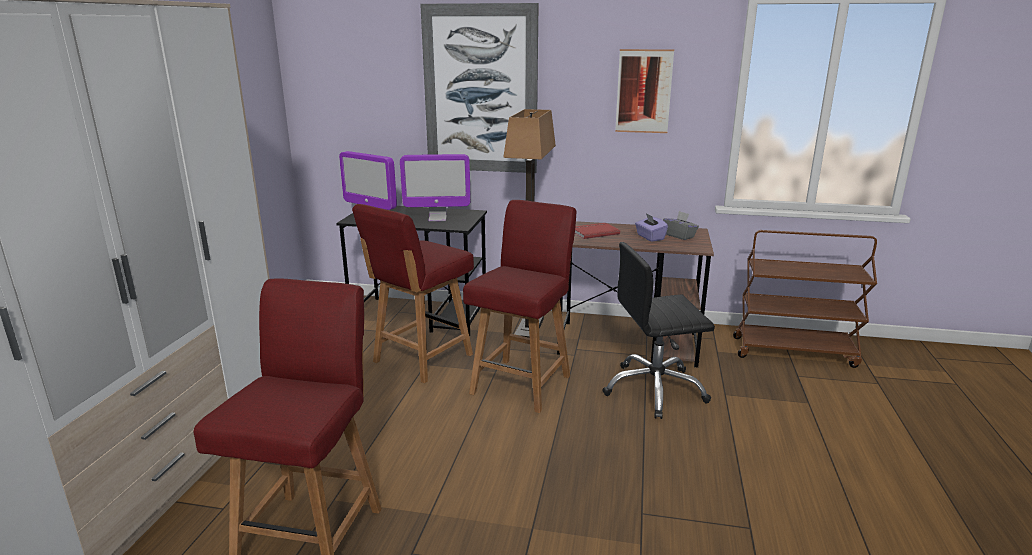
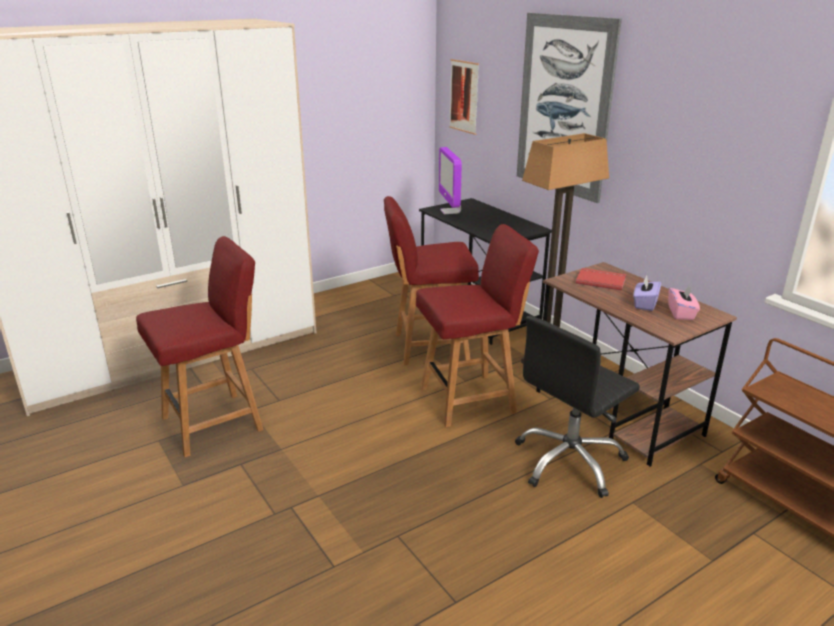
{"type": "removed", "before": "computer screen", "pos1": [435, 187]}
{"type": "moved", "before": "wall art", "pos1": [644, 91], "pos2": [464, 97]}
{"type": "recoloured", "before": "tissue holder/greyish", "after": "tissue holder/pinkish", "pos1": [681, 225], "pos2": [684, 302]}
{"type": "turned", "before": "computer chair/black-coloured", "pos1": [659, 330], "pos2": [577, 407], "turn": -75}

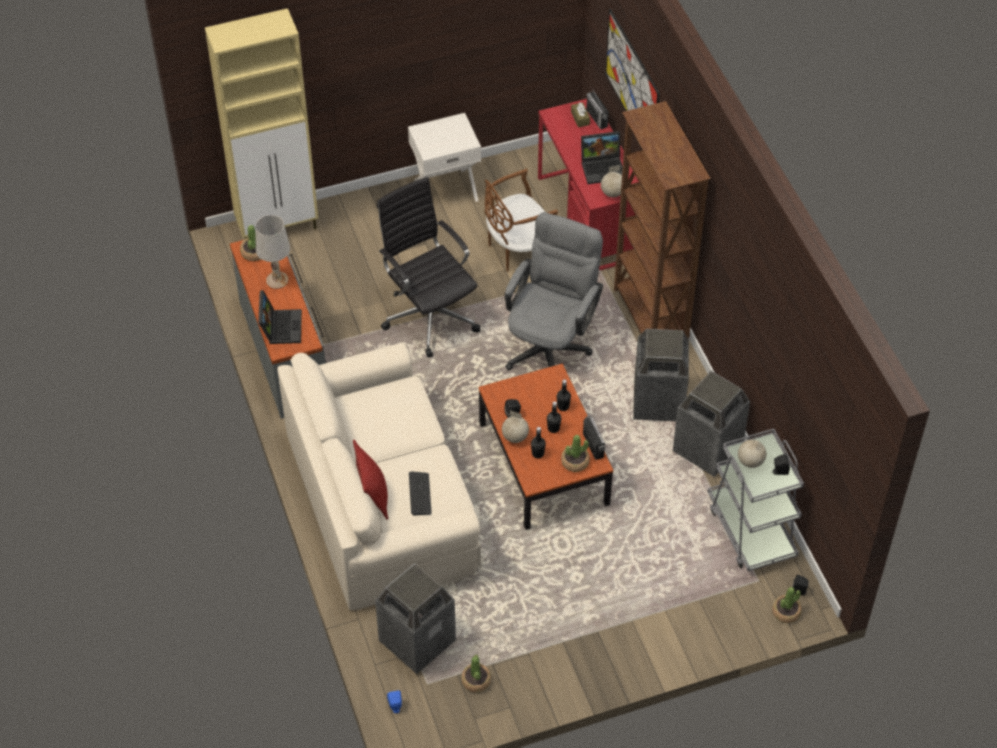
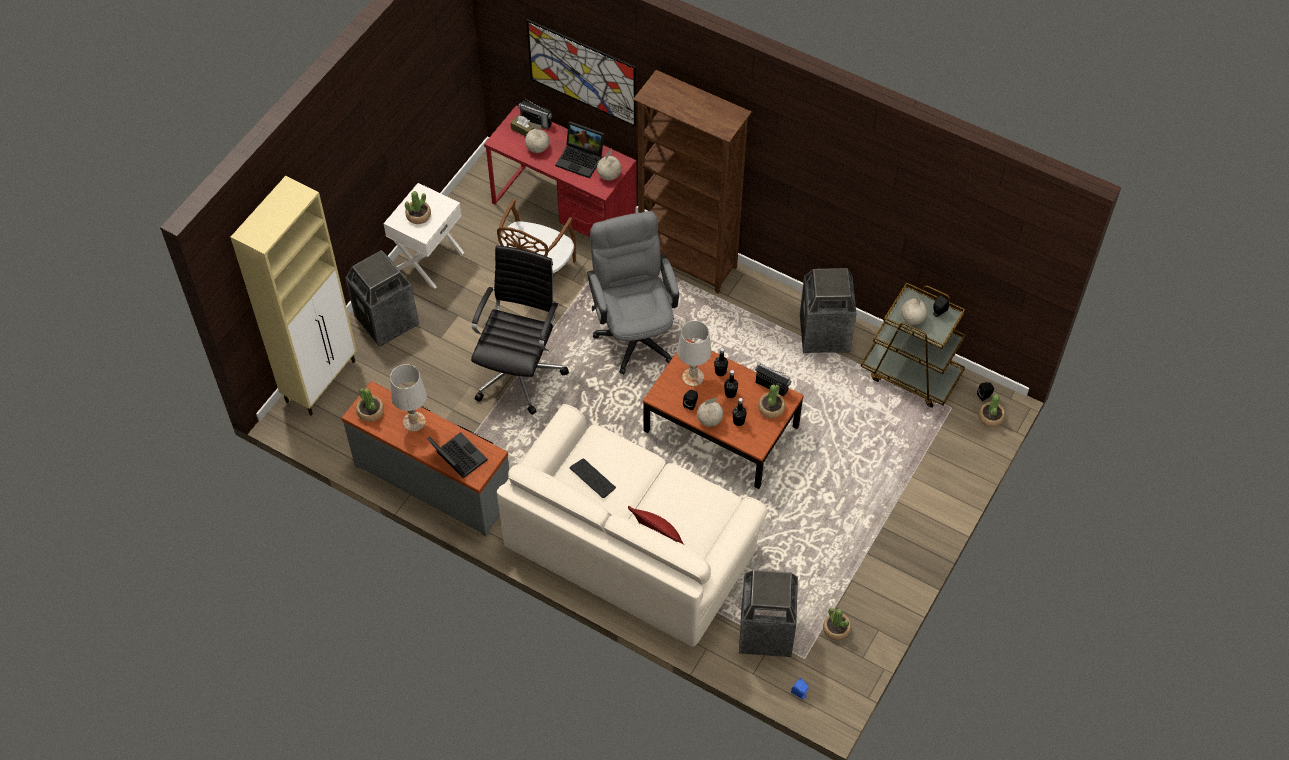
{"type": "added", "after": "houseplant", "pos2": [418, 207]}
{"type": "added", "after": "globe", "pos2": [537, 138]}
{"type": "added", "after": "lamp for a table/whitish", "pos2": [694, 354]}
{"type": "moved", "before": "PC keyboard", "pos1": [420, 493], "pos2": [593, 478]}
{"type": "moved", "before": "trash can", "pos1": [661, 375], "pos2": [382, 298]}
{"type": "recoloured", "before": "wheeled cart/greyish", "after": "wheeled cart/brownish", "pos1": [756, 500], "pos2": [912, 345]}
{"type": "turned", "before": "computer chair/black-coloured", "pos1": [428, 267], "pos2": [520, 330], "turn": 90}
{"type": "turned", "before": "laptop", "pos1": [602, 157], "pos2": [579, 149], "turn": 75}

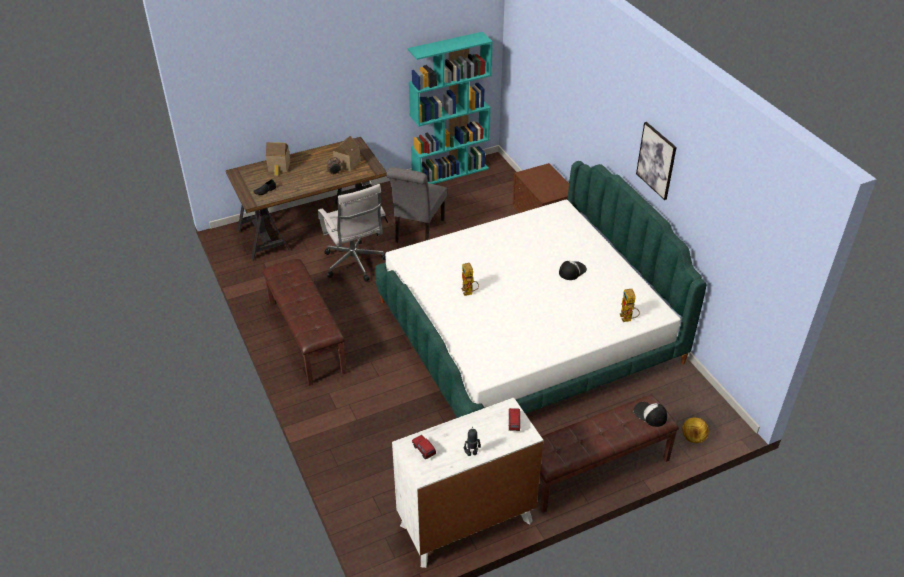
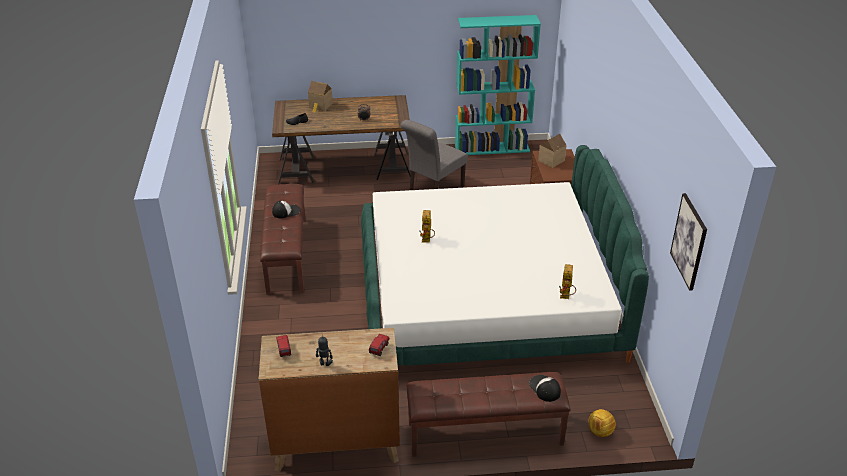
{"type": "removed", "before": "computer chair/whitish", "pos1": [352, 232]}
{"type": "moved", "before": "miniature house", "pos1": [346, 153], "pos2": [552, 151]}
{"type": "moved", "before": "peaked cap", "pos1": [573, 270], "pos2": [286, 209]}
{"type": "moved", "before": "wall art", "pos1": [656, 161], "pos2": [688, 242]}
{"type": "recoloured", "before": "drawer chest/whitish", "after": "drawer chest/brownish", "pos1": [467, 483], "pos2": [329, 400]}

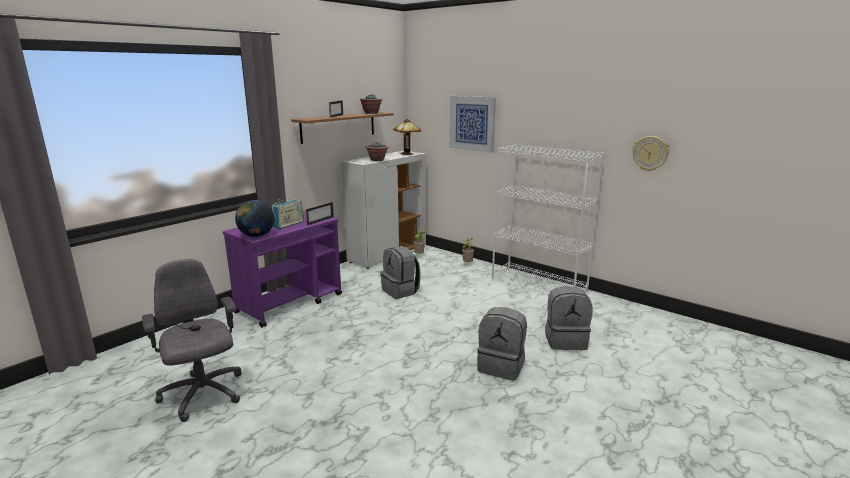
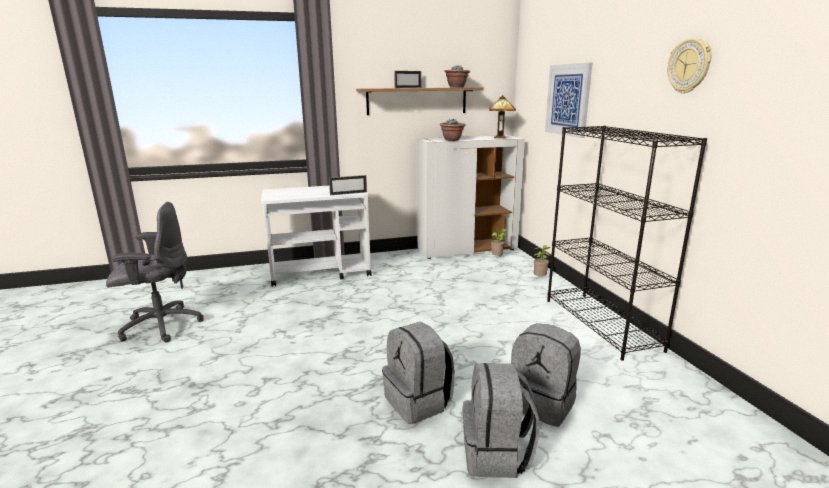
{"type": "removed", "before": "globe", "pos1": [255, 218]}
{"type": "removed", "before": "radio set", "pos1": [288, 214]}
{"type": "moved", "before": "backpack/greyish", "pos1": [400, 272], "pos2": [500, 420]}
{"type": "moved", "before": "clock on the wall", "pos1": [651, 153], "pos2": [690, 66]}
{"type": "recoloured", "before": "wheeled cart/purplish", "after": "wheeled cart/whitish", "pos1": [282, 269], "pos2": [316, 236]}
{"type": "recoloured", "before": "shelving unit/whitish", "after": "shelving unit/black-coloured", "pos1": [548, 218], "pos2": [627, 243]}
{"type": "turned", "before": "computer chair/greyish", "pos1": [192, 340], "pos2": [155, 272], "turn": 75}

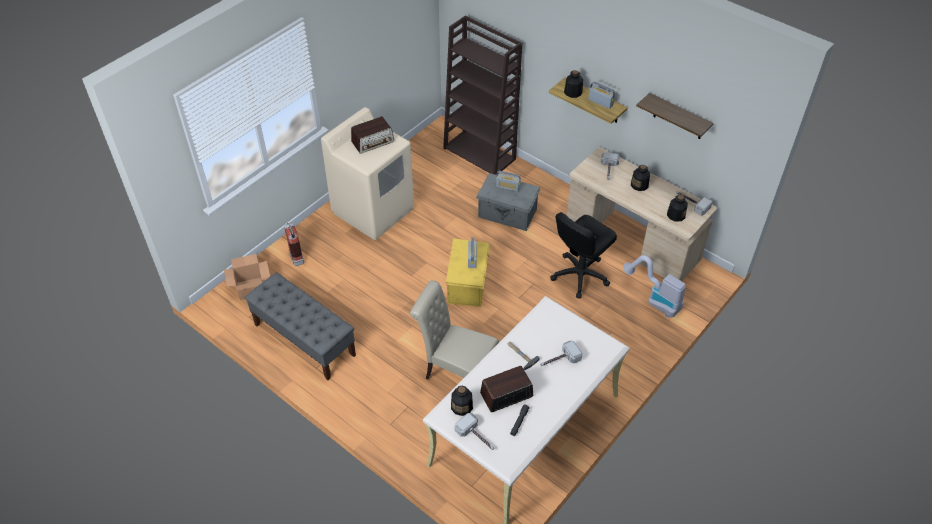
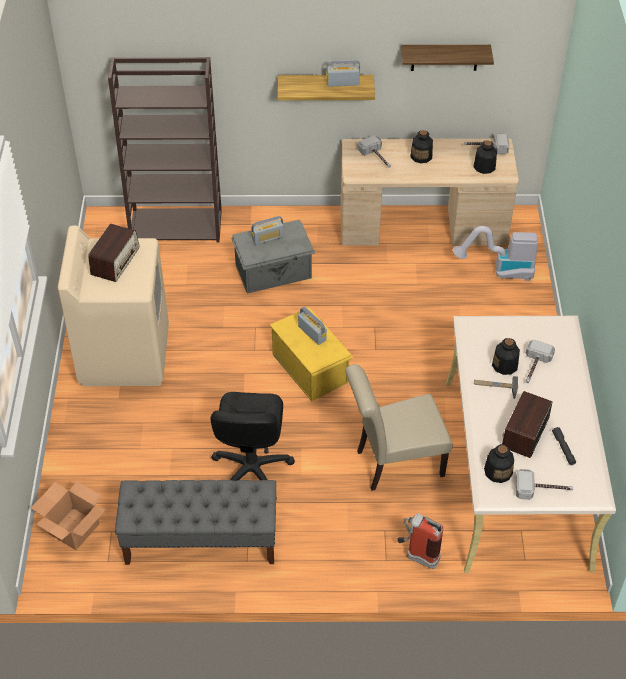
{"type": "moved", "before": "extinguisher", "pos1": [294, 244], "pos2": [420, 541]}
{"type": "moved", "before": "computer chair/black-coloured", "pos1": [583, 255], "pos2": [252, 445]}
{"type": "moved", "before": "beverage bottle", "pos1": [573, 84], "pos2": [506, 356]}

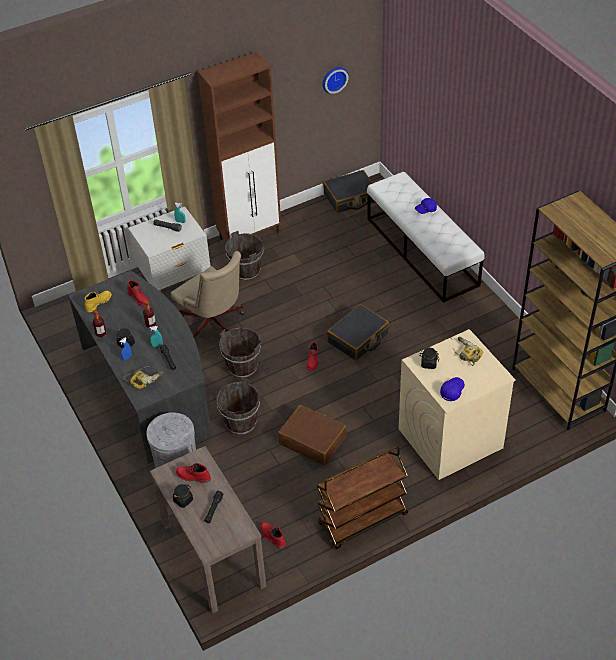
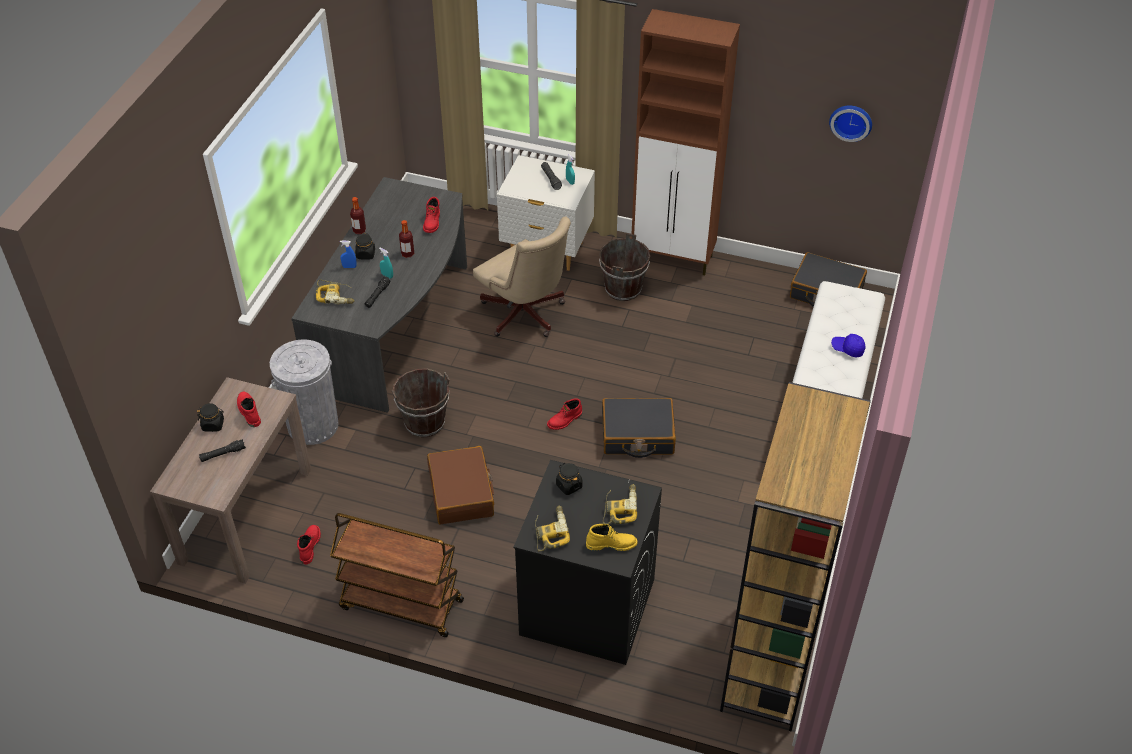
{"type": "removed", "before": "water bucket/brownish", "pos1": [240, 352]}
{"type": "moved", "before": "high-top boot/yellow-coloured", "pos1": [98, 301], "pos2": [612, 537]}
{"type": "replaced", "before": "peaked cap/bluish", "after": "electric drill", "pos1": [452, 389], "pos2": [552, 528]}
{"type": "recoloured", "before": "laundry appliance/beige-coloured", "after": "laundry appliance/black-coloured", "pos1": [457, 404], "pos2": [588, 562]}
{"type": "turned", "before": "computer chair/beige-coloured", "pos1": [207, 295], "pos2": [522, 276], "turn": -45}

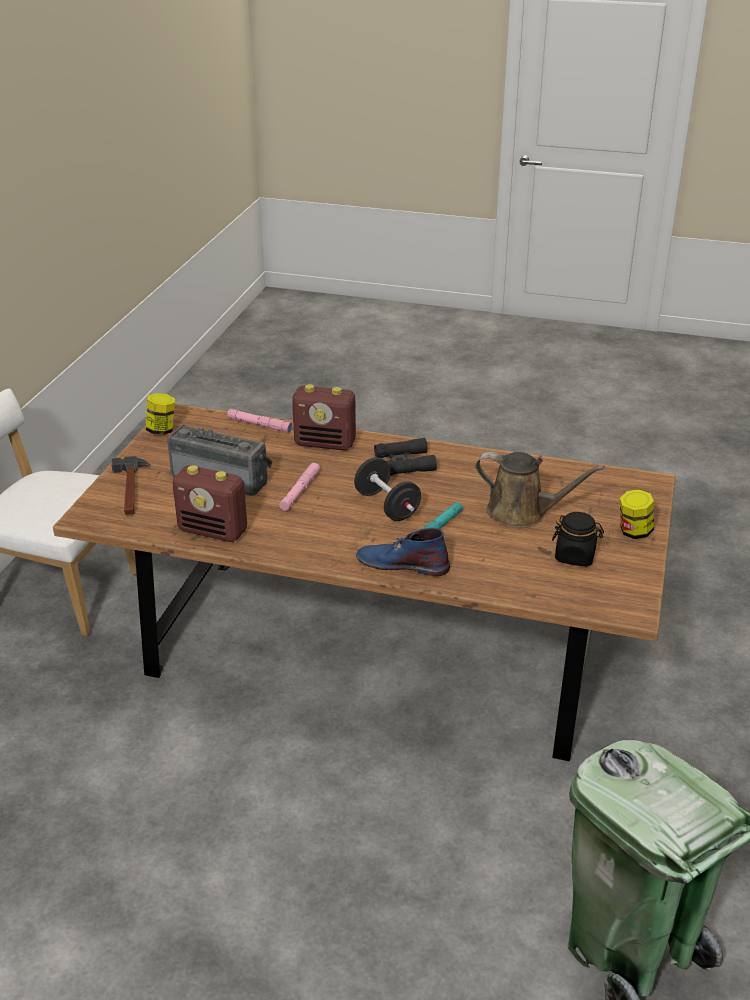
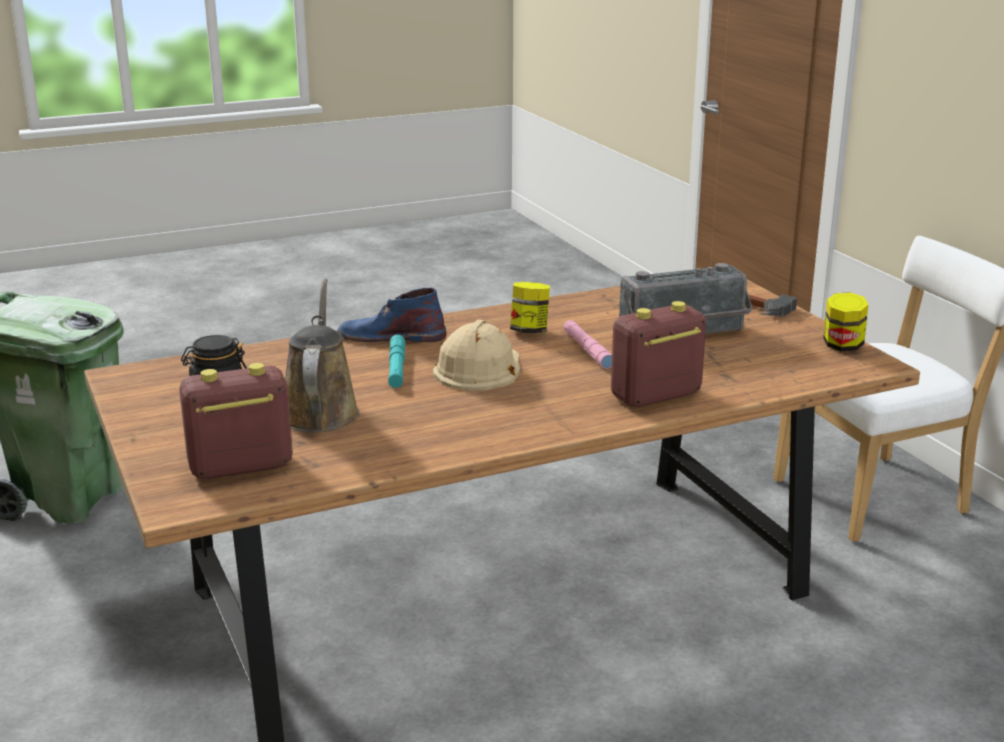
{"type": "removed", "before": "flashlight/pinkish", "pos1": [260, 421]}
{"type": "removed", "before": "pair of binoculars/black-coloured", "pos1": [405, 457]}
{"type": "moved", "before": "radio set", "pos1": [209, 503], "pos2": [236, 421]}
{"type": "moved", "before": "jar", "pos1": [637, 514], "pos2": [530, 308]}
{"type": "replaced", "before": "free weight/black-coloured", "after": "safety helmet/beige-coloured", "pos1": [387, 489], "pos2": [476, 355]}
{"type": "turned", "before": "high-top boot/bluish", "pos1": [403, 552], "pos2": [391, 314], "turn": -150}
{"type": "turned", "before": "watering pot/brownish", "pos1": [540, 490], "pos2": [322, 356], "turn": 105}

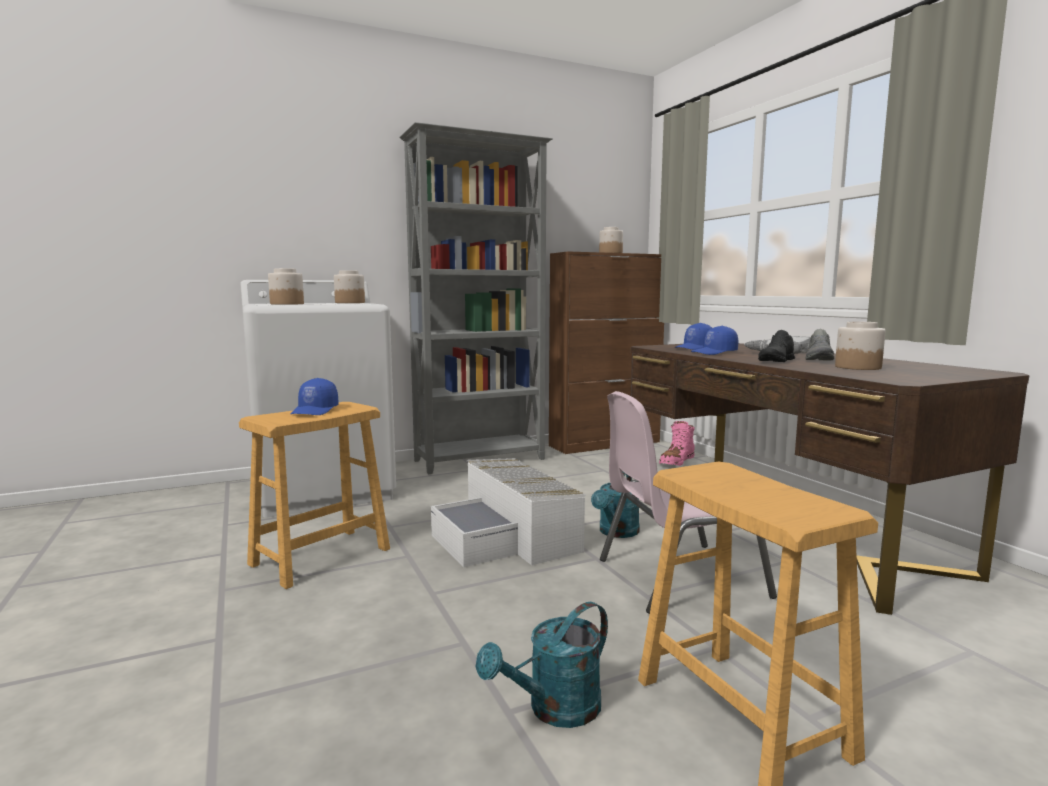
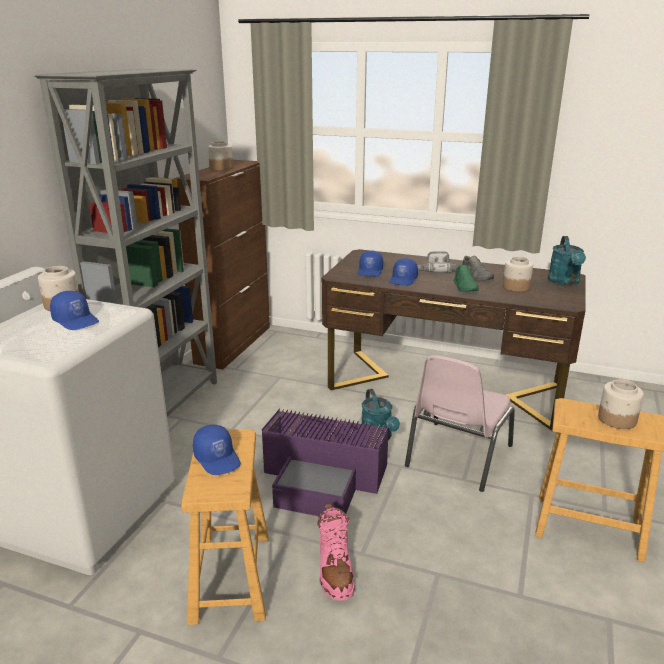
{"type": "added", "after": "peaked cap/bluish", "pos2": [74, 310]}
{"type": "moved", "before": "jar", "pos1": [286, 286], "pos2": [621, 404]}
{"type": "moved", "before": "watering pot/turquoise", "pos1": [542, 664], "pos2": [567, 261]}
{"type": "moved", "before": "high-top boot/pinkish", "pos1": [677, 443], "pos2": [336, 552]}
{"type": "recoloured", "before": "storage box/whitish", "after": "storage box/purplish", "pos1": [508, 512], "pos2": [325, 462]}
{"type": "recoloured", "before": "item of footwear/black-coloured", "after": "item of footwear/green-coloured", "pos1": [776, 346], "pos2": [466, 278]}

